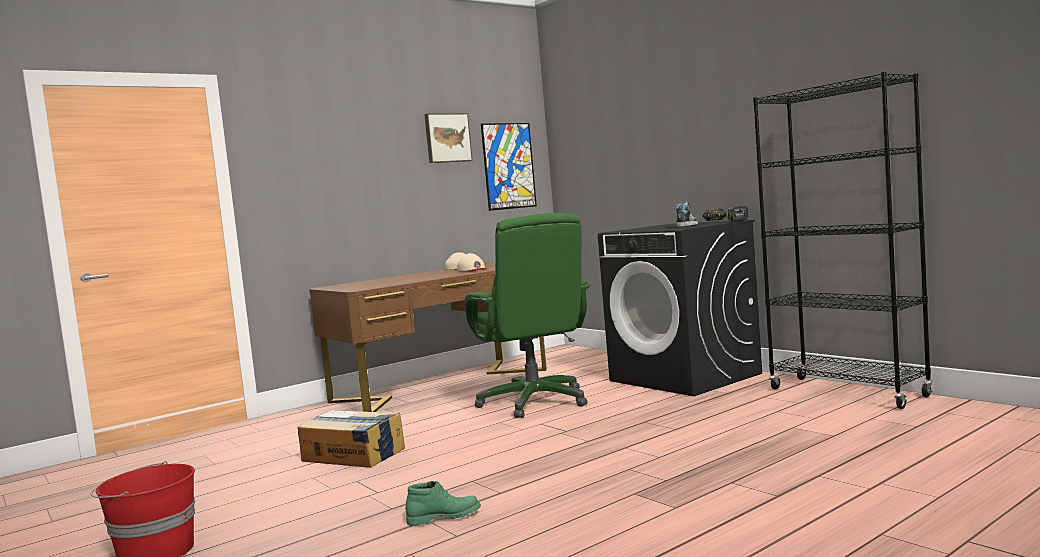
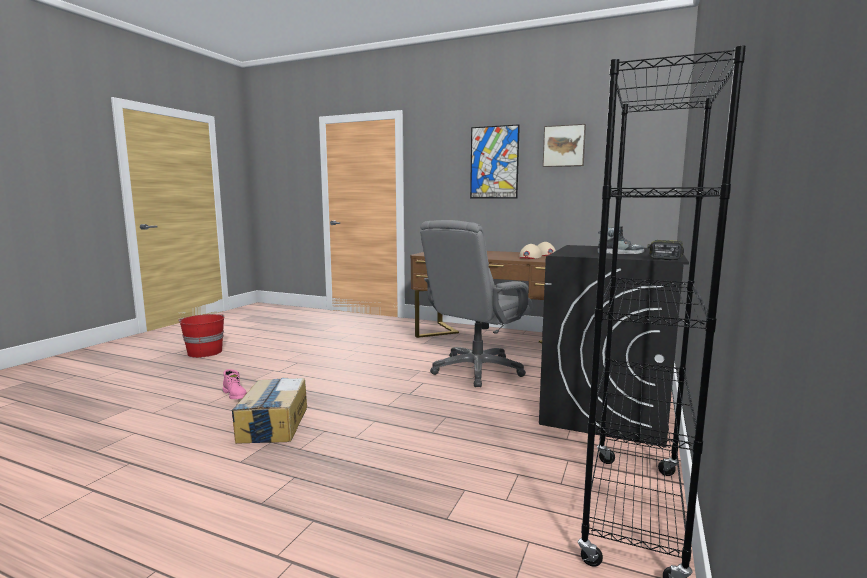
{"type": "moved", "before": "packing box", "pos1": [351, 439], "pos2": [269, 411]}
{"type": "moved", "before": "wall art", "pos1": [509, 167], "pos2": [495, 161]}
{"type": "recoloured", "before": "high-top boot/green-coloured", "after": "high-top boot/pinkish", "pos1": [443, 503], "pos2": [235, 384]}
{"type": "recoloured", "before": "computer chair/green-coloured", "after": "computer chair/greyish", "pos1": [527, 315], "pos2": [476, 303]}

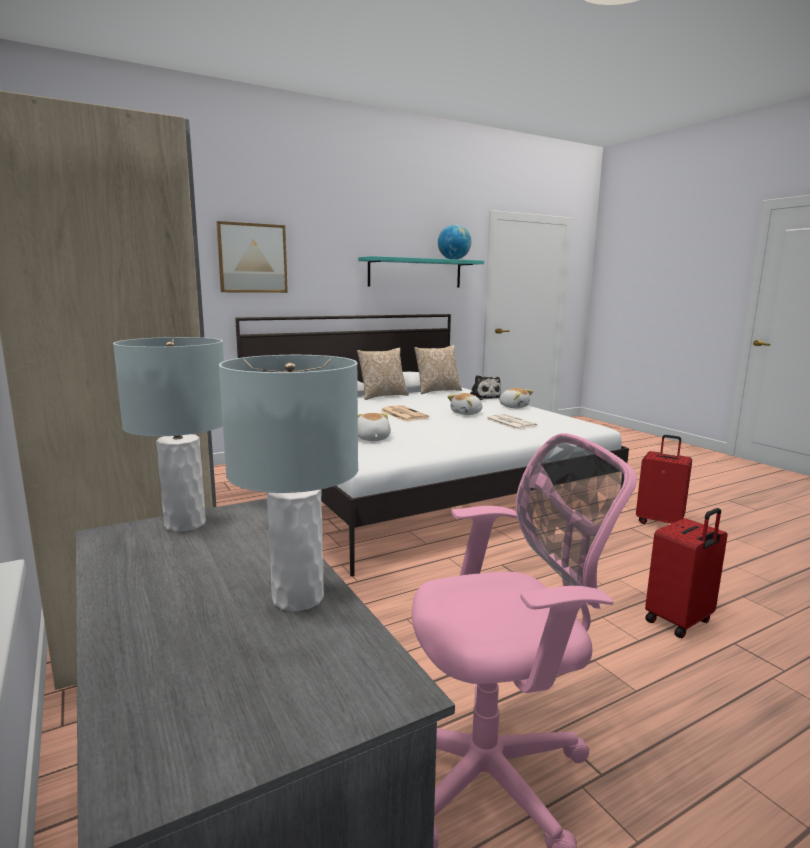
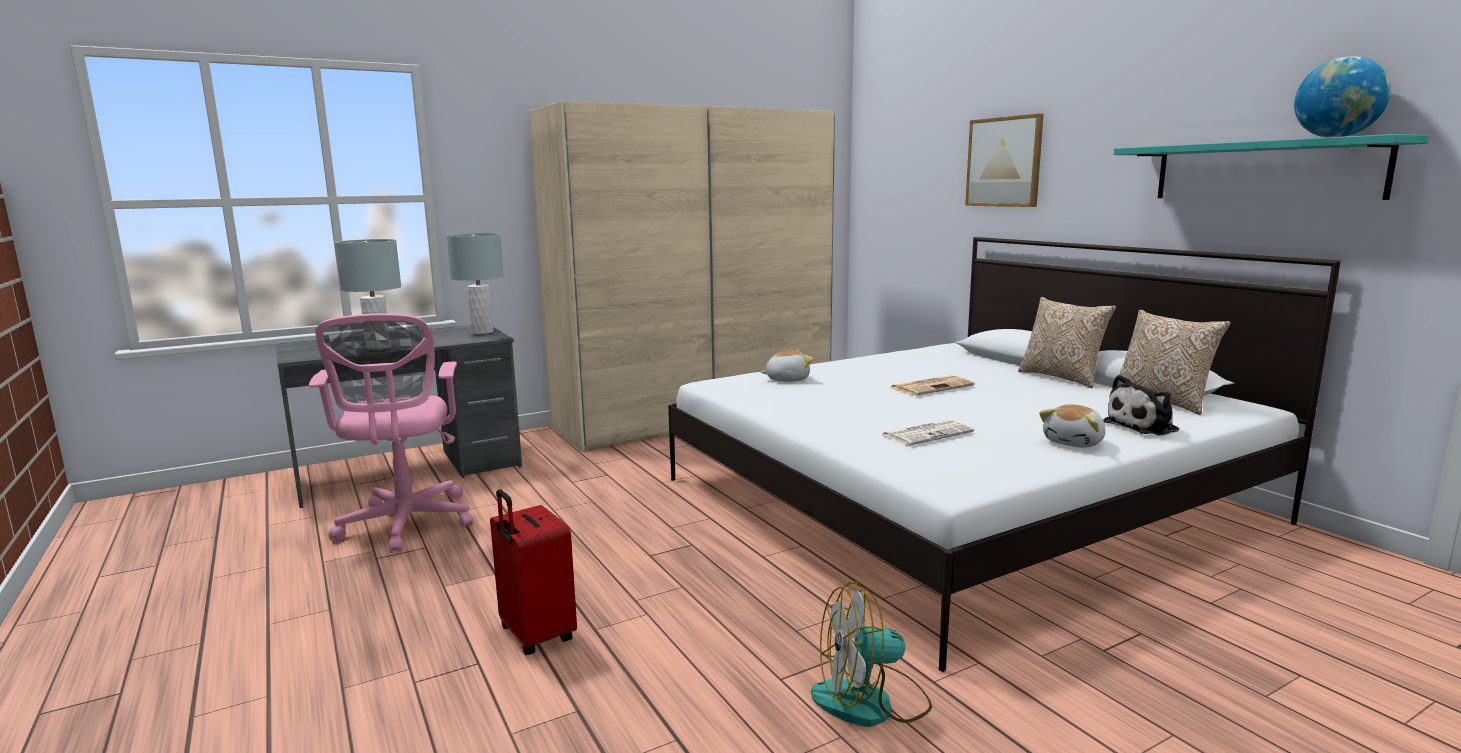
{"type": "removed", "before": "cuddly toy", "pos1": [464, 404]}
{"type": "replaced", "before": "travel case/red", "after": "cooling fan", "pos1": [664, 479], "pos2": [871, 654]}

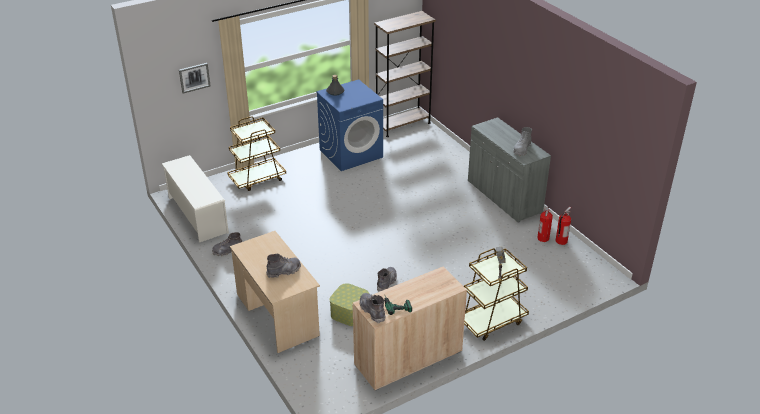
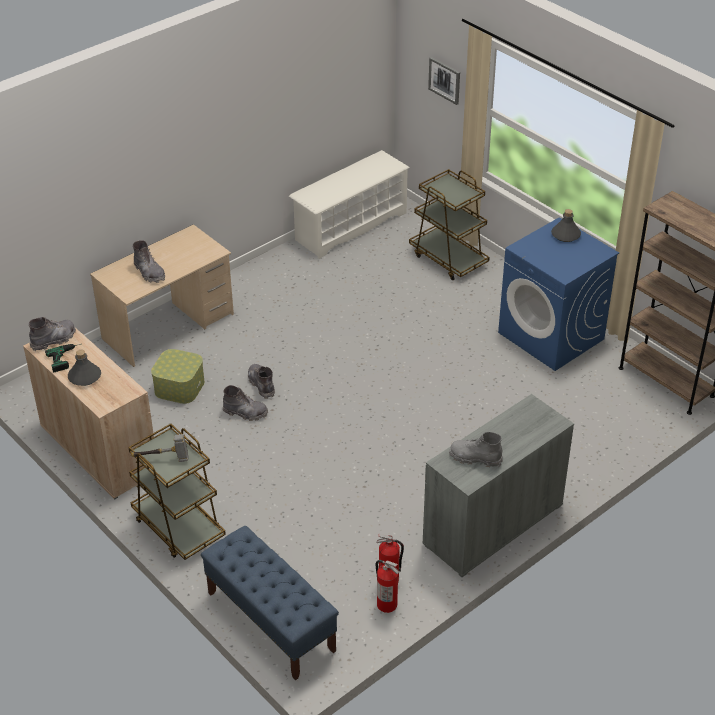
{"type": "added", "after": "beverage bottle/greyish", "pos2": [84, 368]}
{"type": "added", "after": "long seat/bluish", "pos2": [270, 602]}
{"type": "moved", "before": "high-top boot/greyish", "pos1": [227, 244], "pos2": [261, 381]}

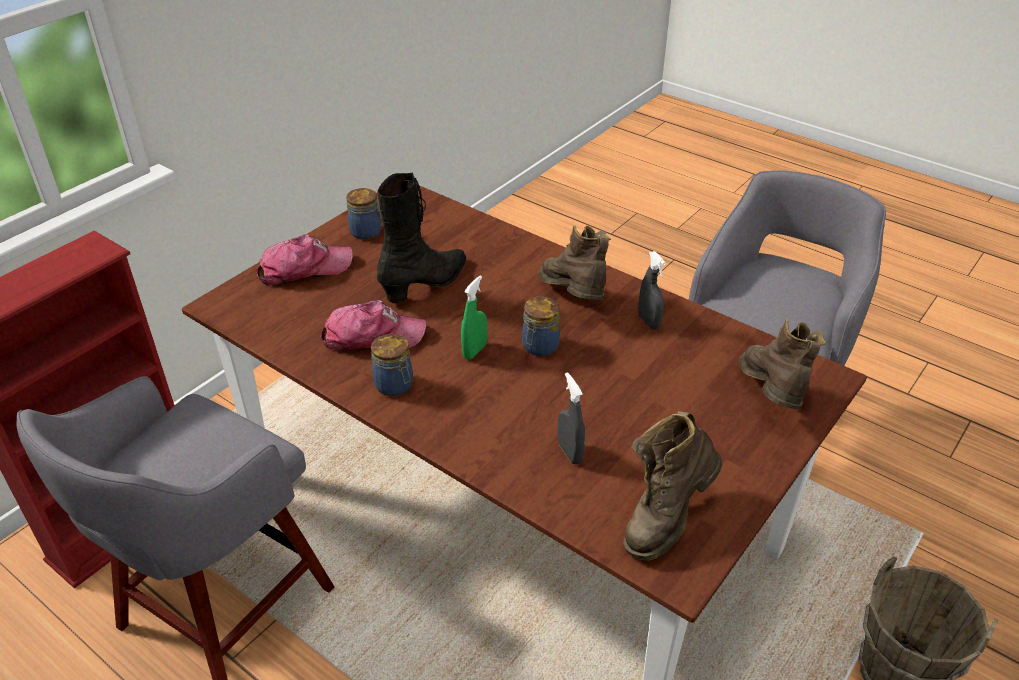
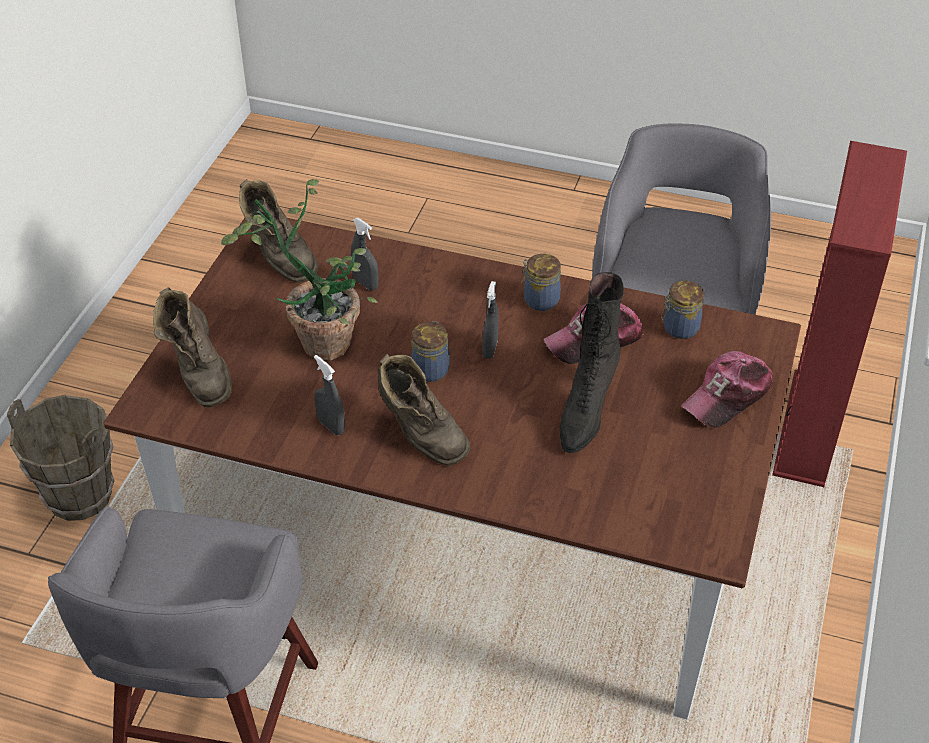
{"type": "added", "after": "houseplant", "pos2": [299, 270]}
{"type": "moved", "before": "jar", "pos1": [364, 214], "pos2": [682, 310]}
{"type": "recoloured", "before": "hand sprayer/green-coloured", "after": "hand sprayer/greyish", "pos1": [474, 317], "pos2": [490, 320]}
{"type": "turned", "before": "high-top boot/brownish", "pos1": [672, 486], "pos2": [279, 231], "turn": 120}

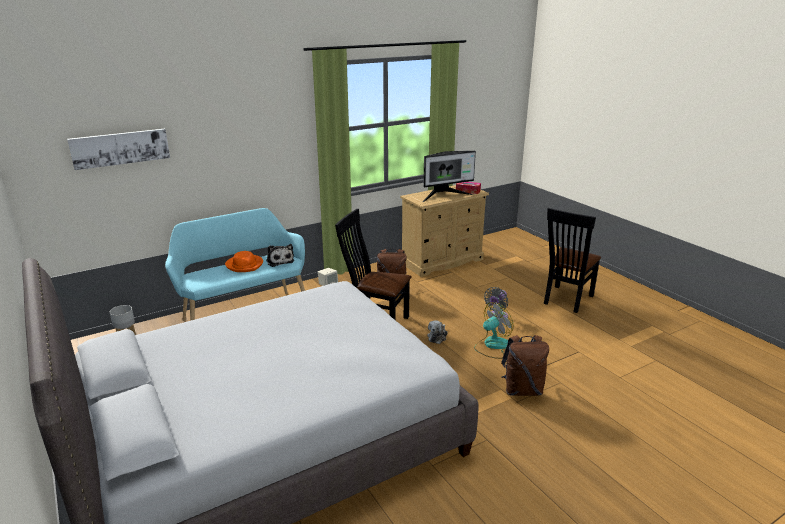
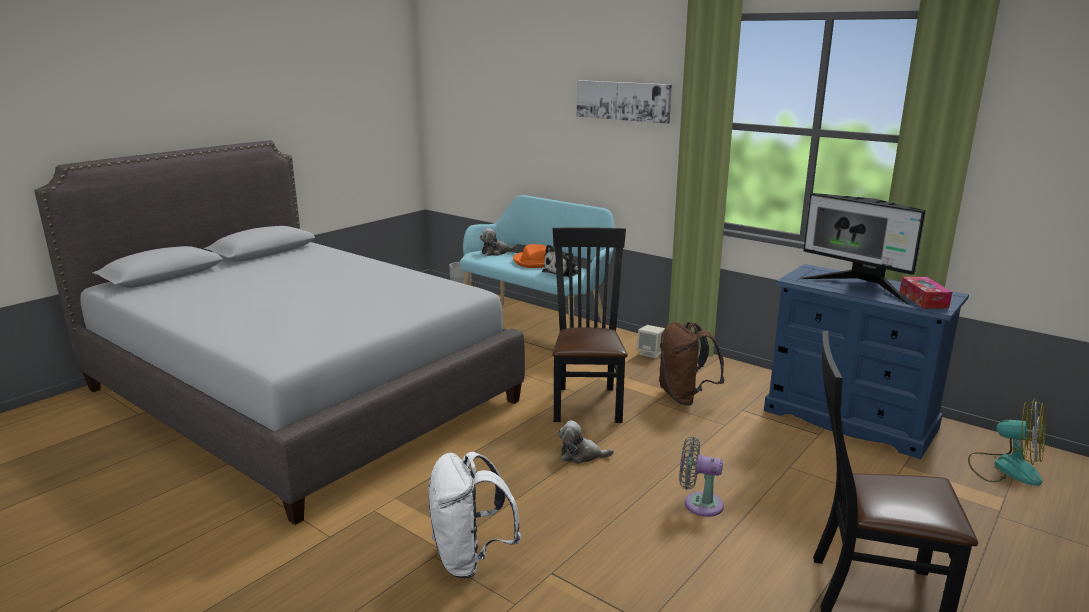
{"type": "added", "after": "cuddly toy", "pos2": [498, 242]}
{"type": "moved", "before": "wall art", "pos1": [118, 149], "pos2": [624, 102]}
{"type": "moved", "before": "cooling fan", "pos1": [493, 330], "pos2": [1006, 442]}
{"type": "recoloured", "before": "drawer chest/beige-coloured", "after": "drawer chest/bluish", "pos1": [444, 231], "pos2": [866, 361]}
{"type": "recoloured", "before": "backpack/brownish", "after": "backpack/whitish", "pos1": [525, 365], "pos2": [474, 515]}

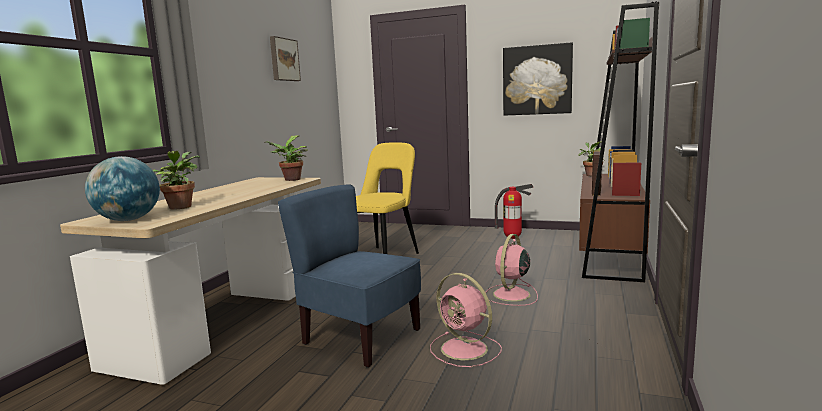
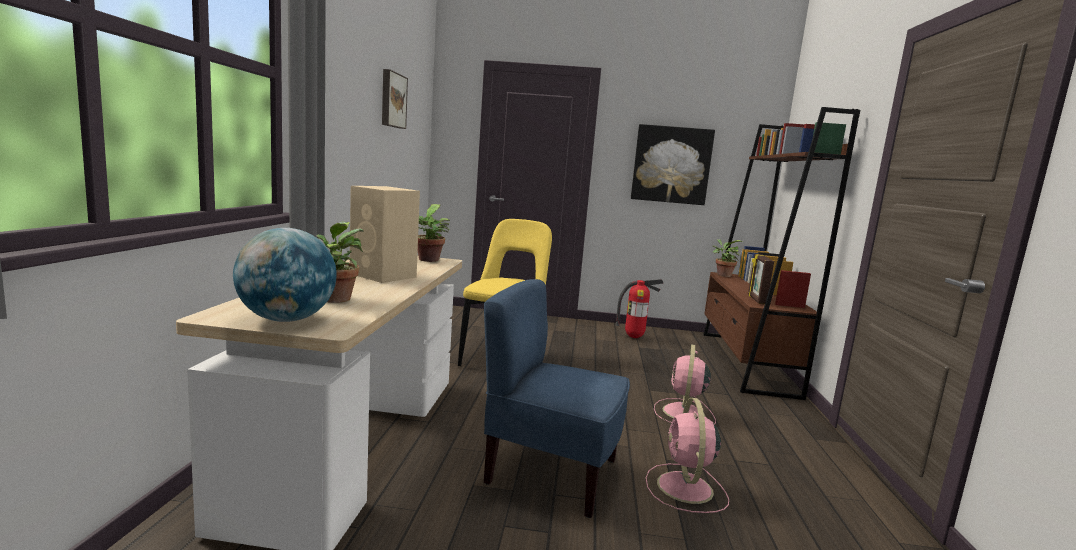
{"type": "added", "after": "speaker/beige-coloured", "pos2": [385, 234]}
{"type": "turned", "before": "cooling fan/pinkish", "pos1": [466, 320], "pos2": [687, 455], "turn": 60}

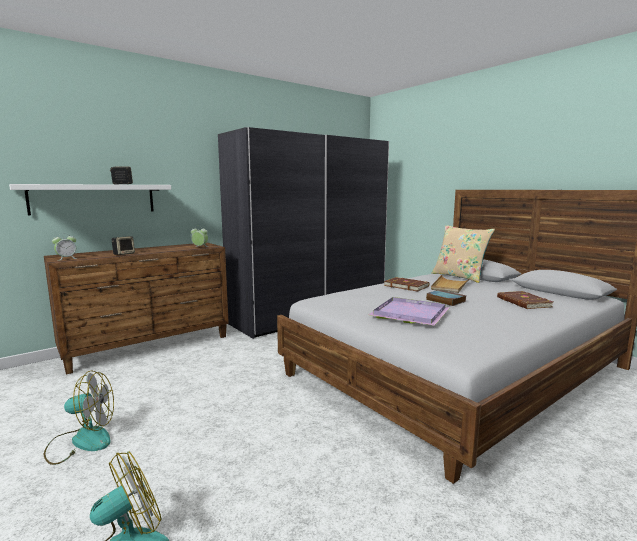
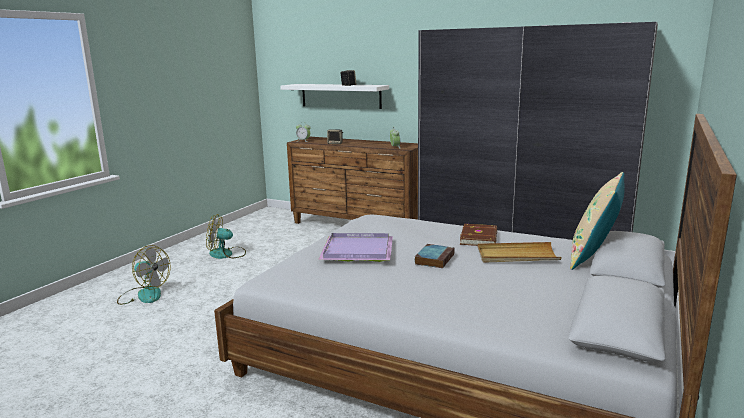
{"type": "removed", "before": "volume/brownish", "pos1": [525, 300]}
{"type": "turned", "before": "cooling fan", "pos1": [79, 417], "pos2": [226, 236], "turn": 120}

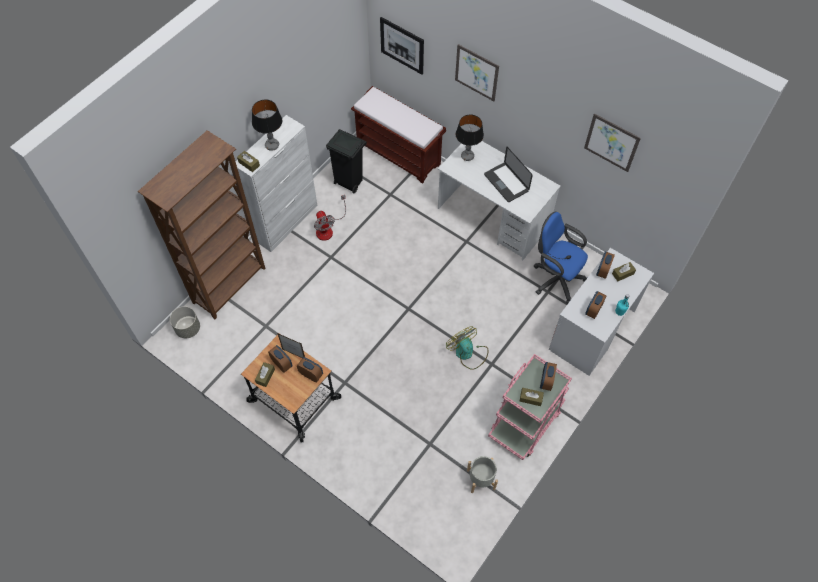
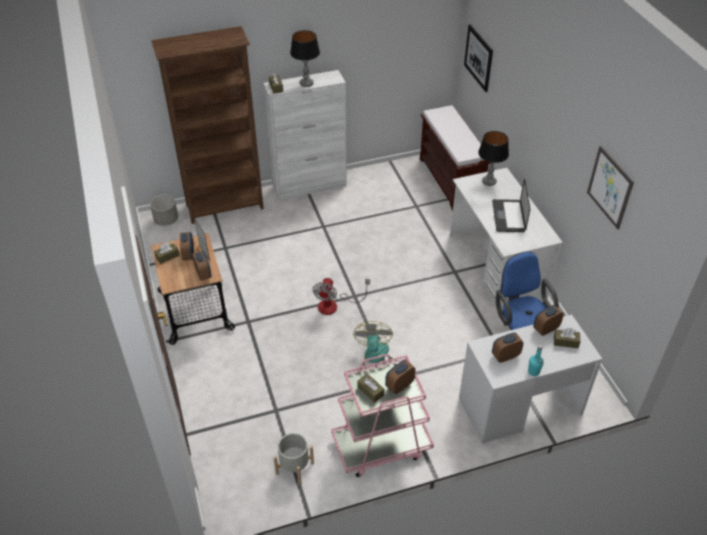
{"type": "removed", "before": "trash can/black-coloured", "pos1": [346, 161]}
{"type": "removed", "before": "wall art", "pos1": [477, 72]}
{"type": "moved", "before": "cooling fan", "pos1": [330, 218], "pos2": [341, 296]}

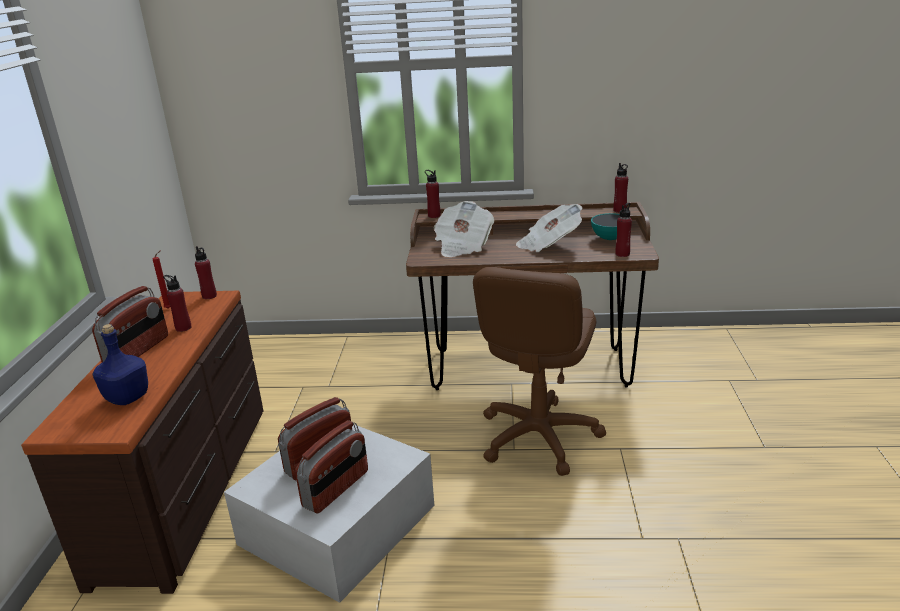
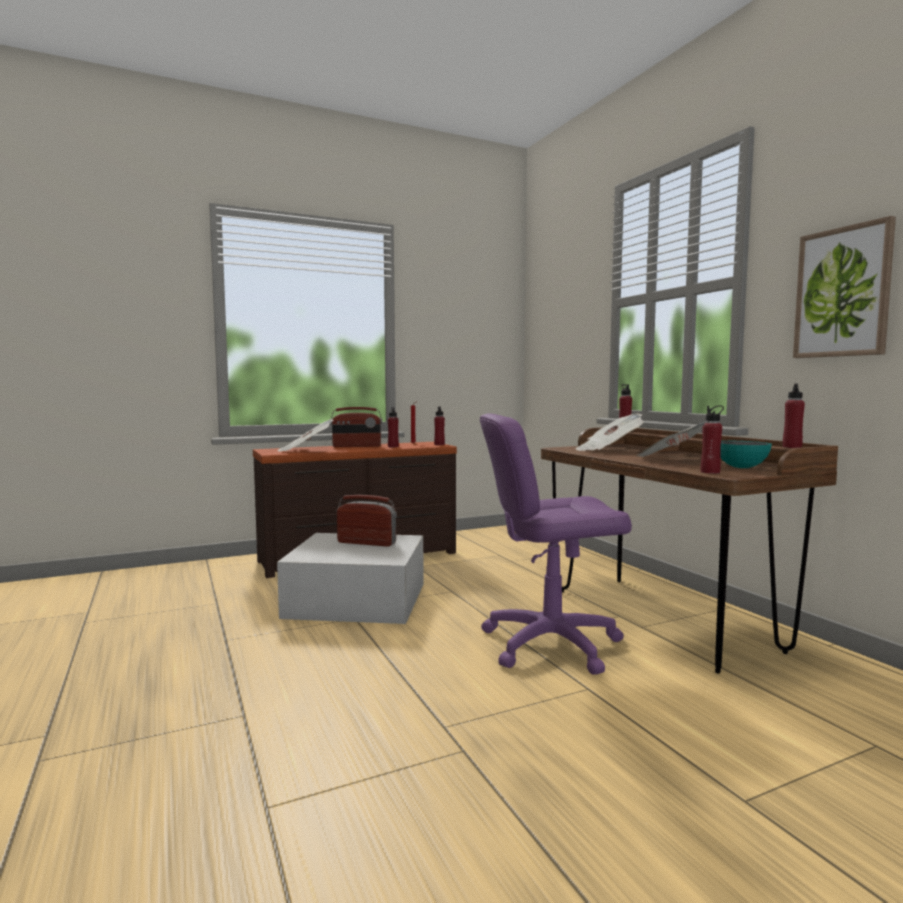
{"type": "removed", "before": "radio set", "pos1": [331, 466]}
{"type": "added", "after": "wall art", "pos2": [844, 287]}
{"type": "replaced", "before": "beverage bottle/bluish", "after": "newspaper", "pos1": [120, 364], "pos2": [305, 435]}
{"type": "recoloured", "before": "computer chair/brownish", "after": "computer chair/purplish", "pos1": [539, 371], "pos2": [556, 544]}

